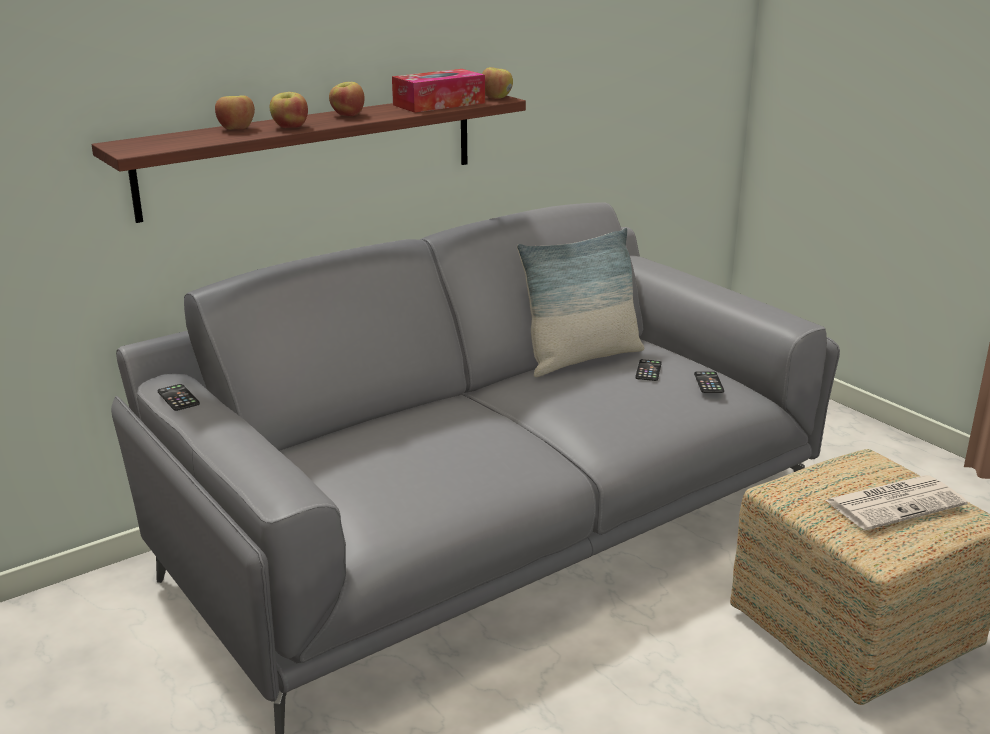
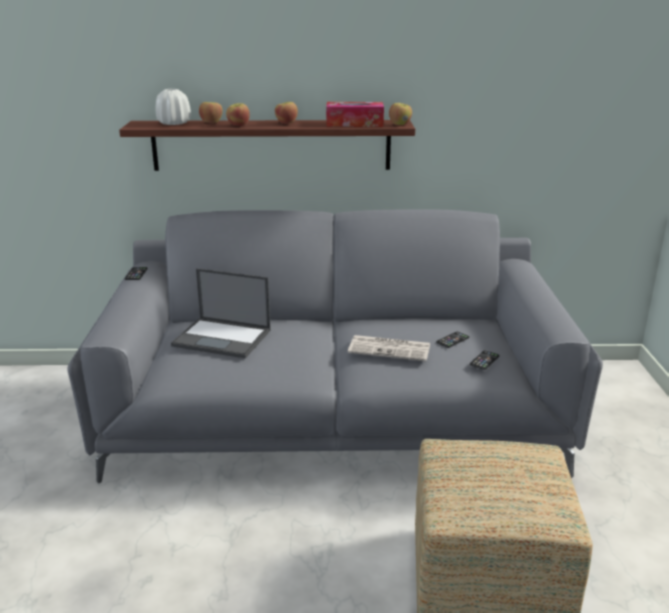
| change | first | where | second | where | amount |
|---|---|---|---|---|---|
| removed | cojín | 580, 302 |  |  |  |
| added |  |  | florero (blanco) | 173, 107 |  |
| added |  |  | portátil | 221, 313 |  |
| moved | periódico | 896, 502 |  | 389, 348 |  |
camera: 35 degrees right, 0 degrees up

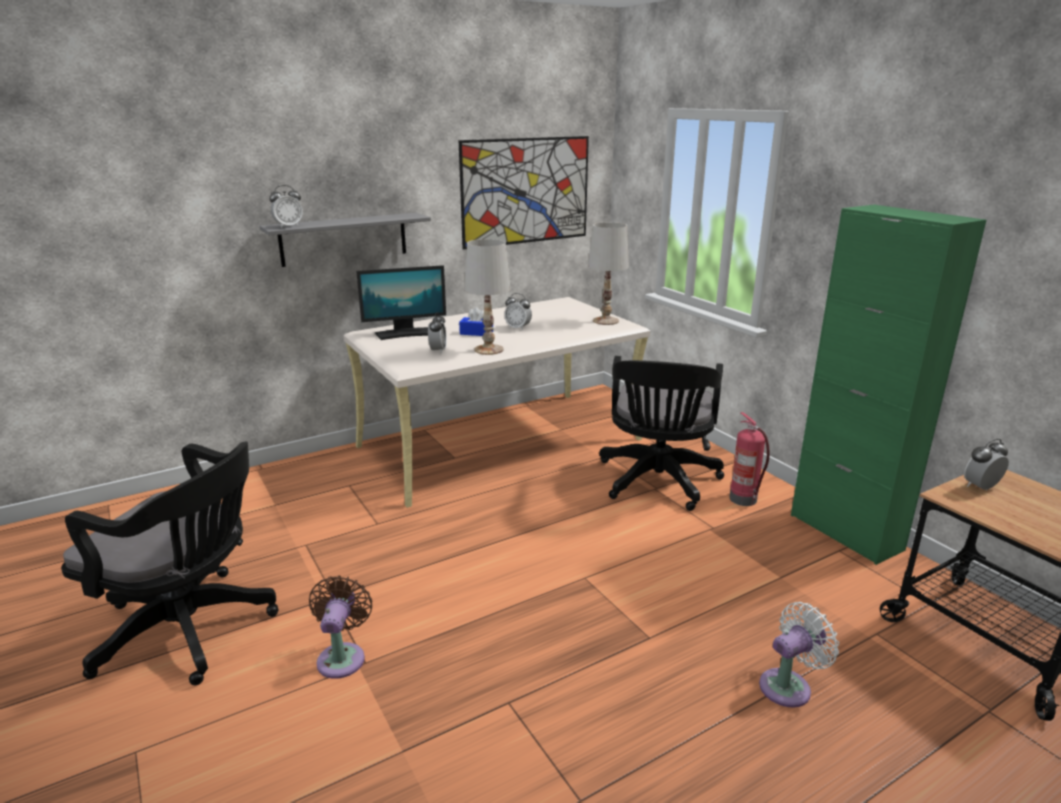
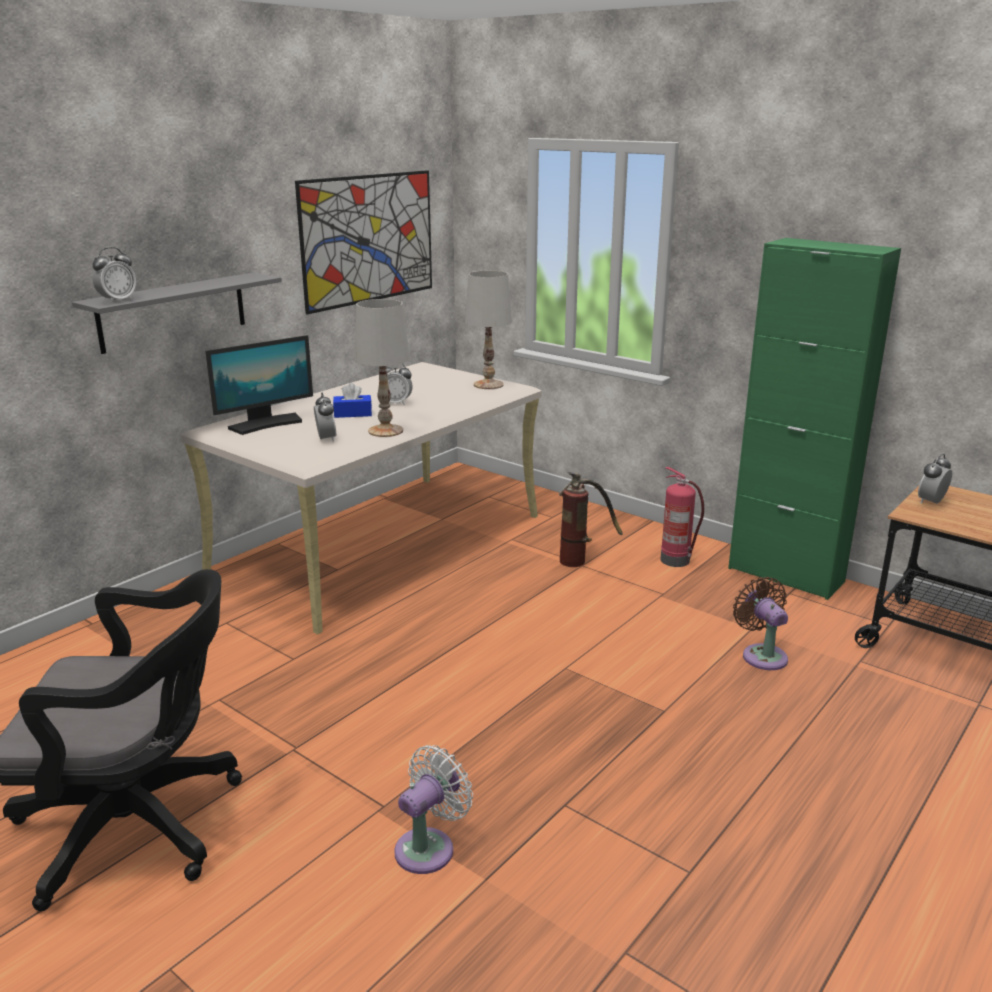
| change | first | where | second | where | amount |
|---|---|---|---|---|---|
| moved | ventilador (marrón) | 340, 627 |  | 760, 623 |  |
| moved | ventilador (blanco) | 799, 655 |  | 433, 809 |  |
| replaced | silla de oficina (negro) | 661, 433 | extintor | 591, 519 |  |
camera: 20 degrees left, 0 degrees up

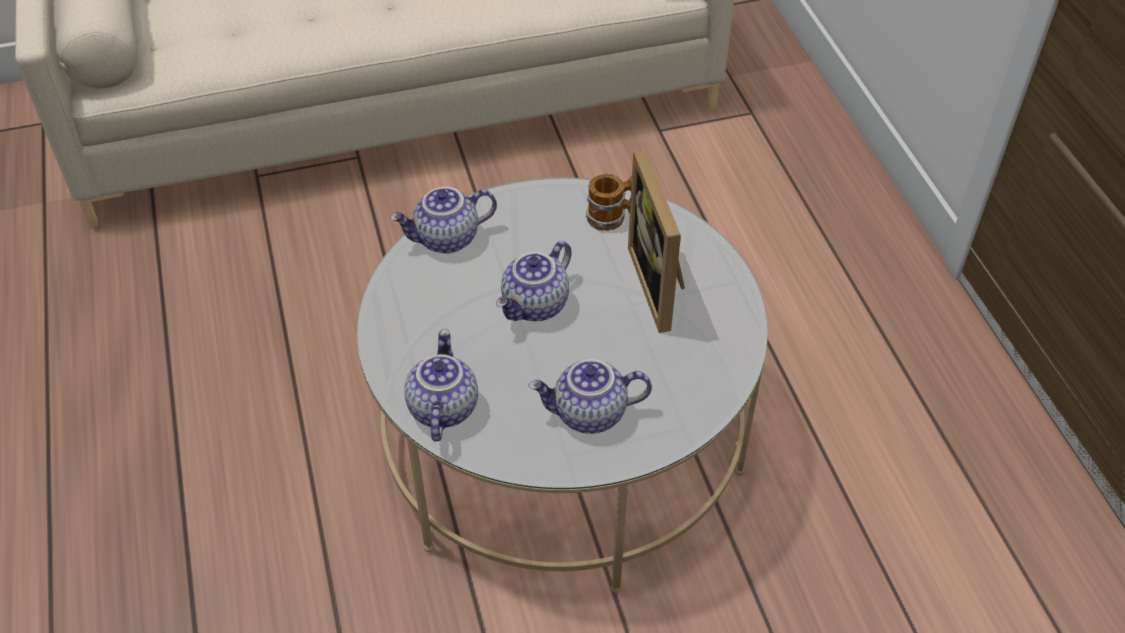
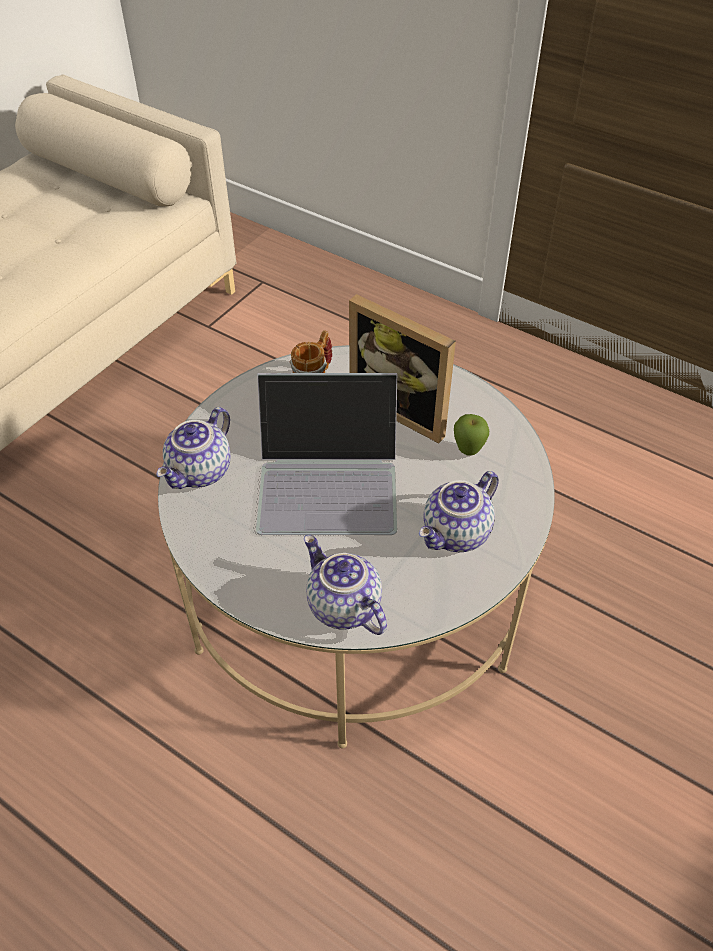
| change | first | where | second | where | amount |
|---|---|---|---|---|---|
| added |  |  | manzana | 471, 435 |  |
| replaced | tetera | 533, 281 | portátil | 326, 454 |  |
camera: 40 degrees left, 0 degrees up

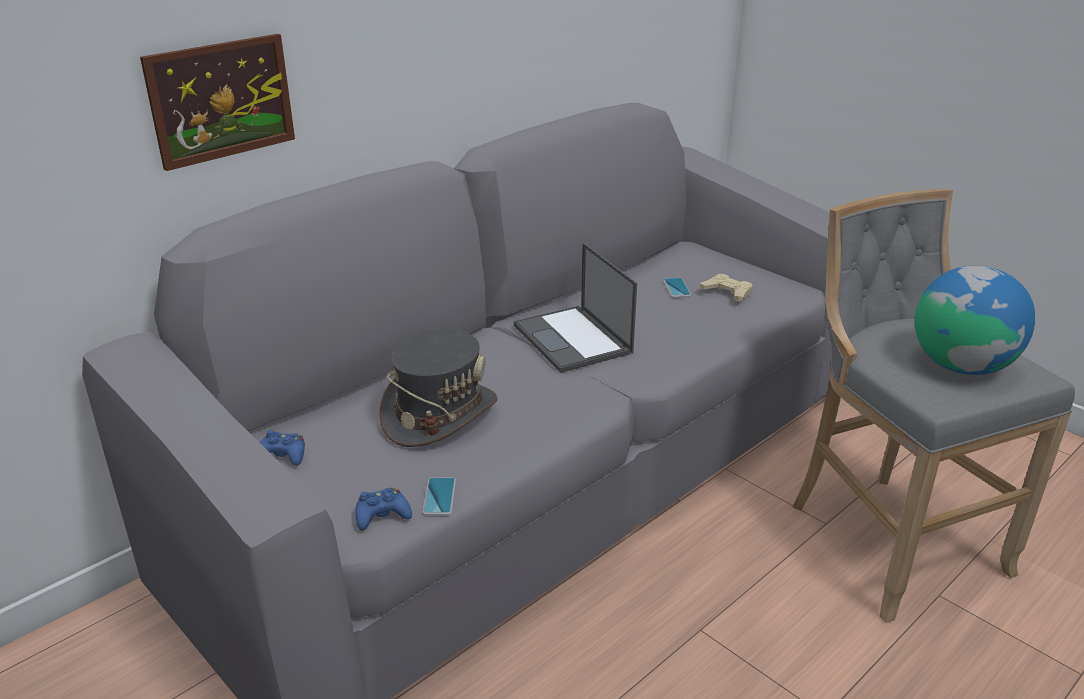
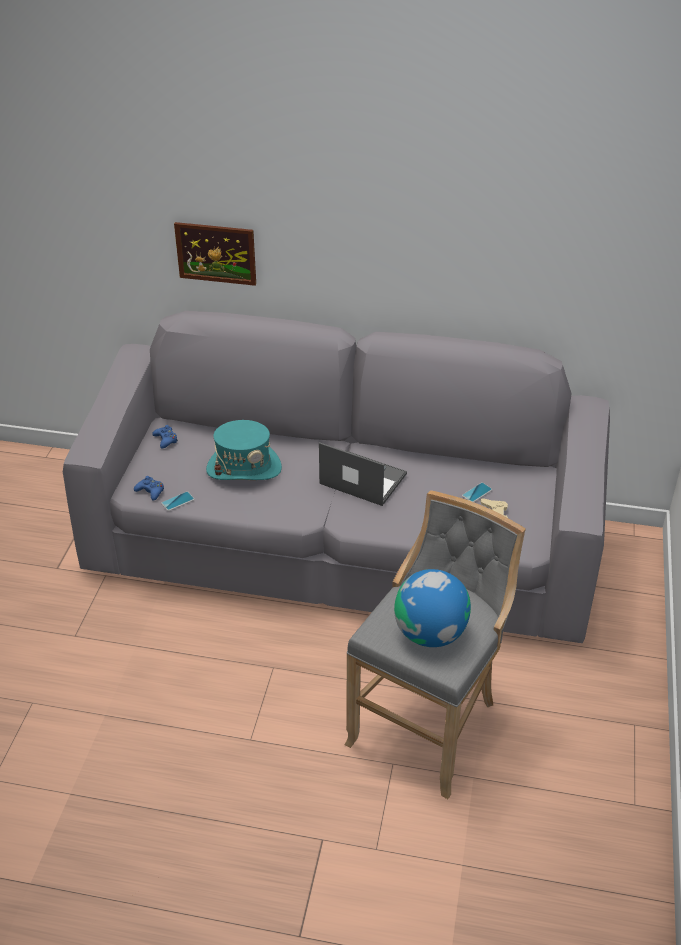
| change | first | where | second | where | amount |
|---|---|---|---|---|---|
| recoloured | sombrero (gris) | 438, 388 | sombrero (turquesa) | 244, 450 |  |
| turned | portátil | 575, 308 |  | 363, 474 | 90 degrees clockwise |
camera: 55 degrees right, 10 degrees up

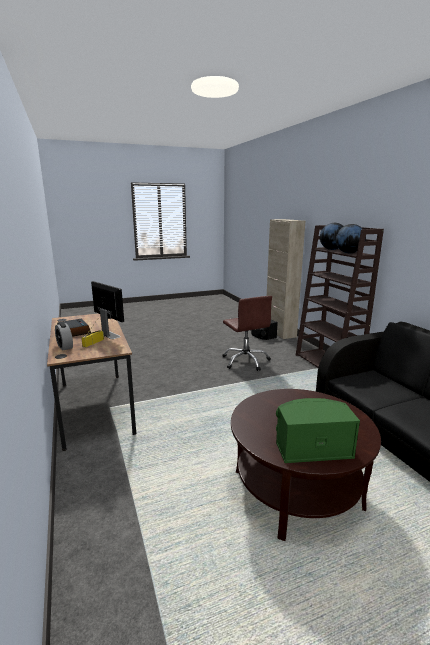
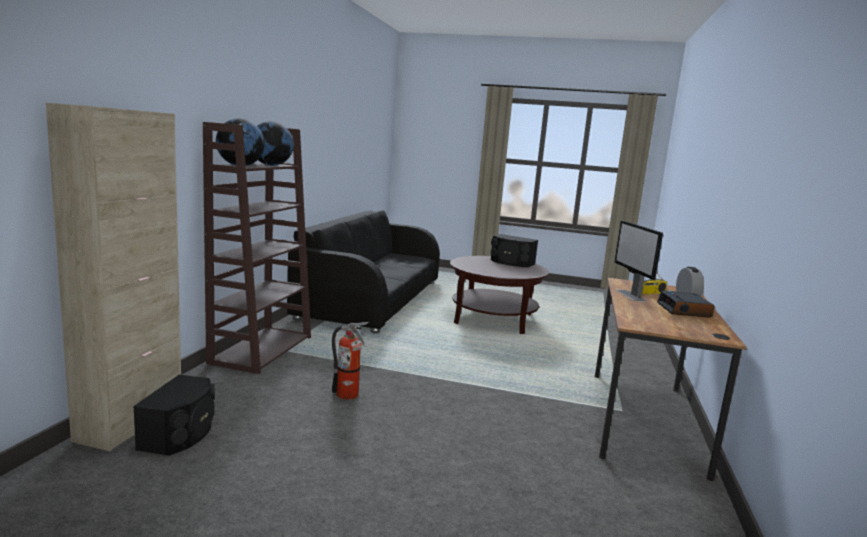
| change | first | where | second | where | amount |
|---|---|---|---|---|---|
| replaced | silla de oficina (marrón) | 247, 333 | extintor | 350, 361 |  |
| recoloured | altavoz (verde) | 318, 430 | altavoz (negro) | 514, 250 |  |
camera: 145 degrees left, 5 degrees down

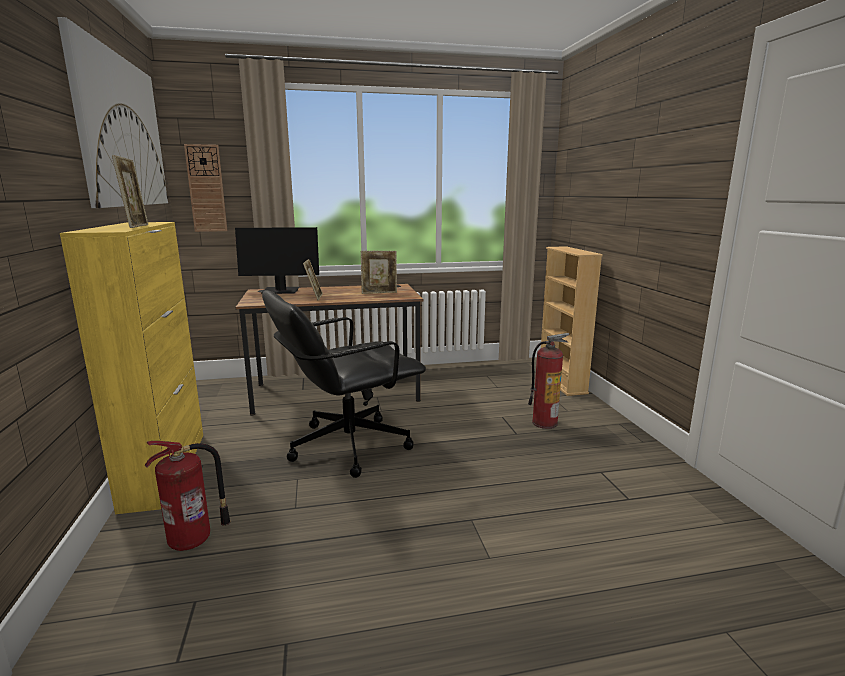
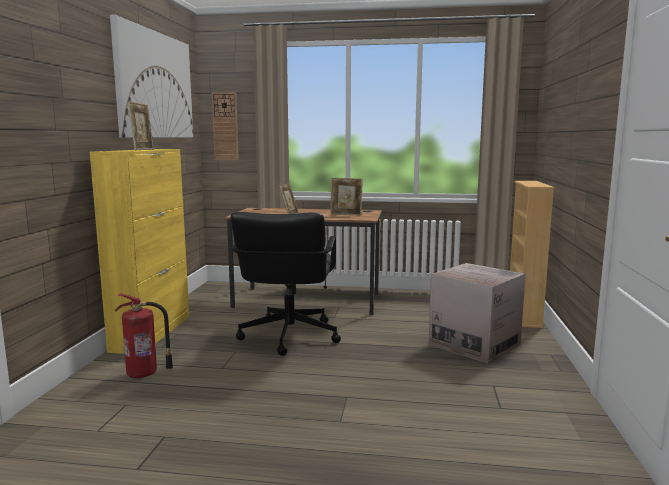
| change | first | where | second | where | amount |
|---|---|---|---|---|---|
| removed | monitor | 277, 260 |  |  |  |
| replaced | extintor | 549, 381 | caja de cartón | 477, 313 |  |
| turned | silla de oficina (negro) | 344, 384 |  | 286, 284 | 75 degrees counterclockwise |
camera: 20 degrees right, 5 degrees down

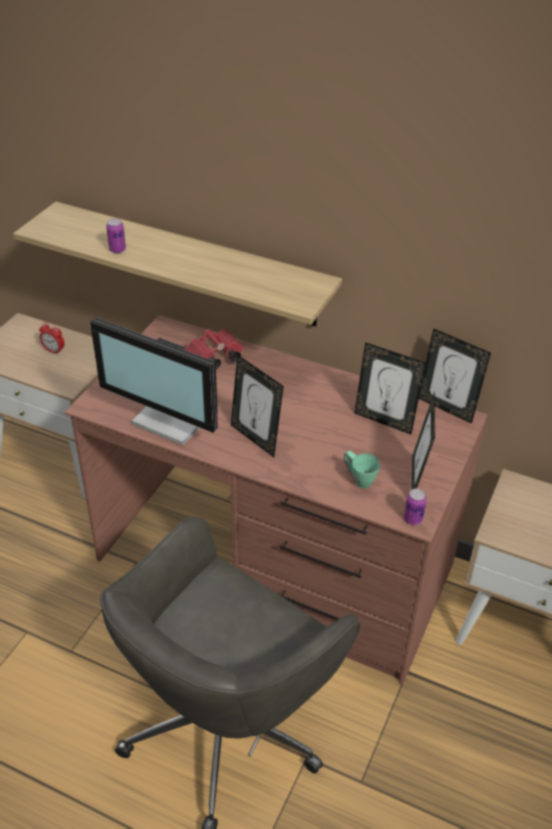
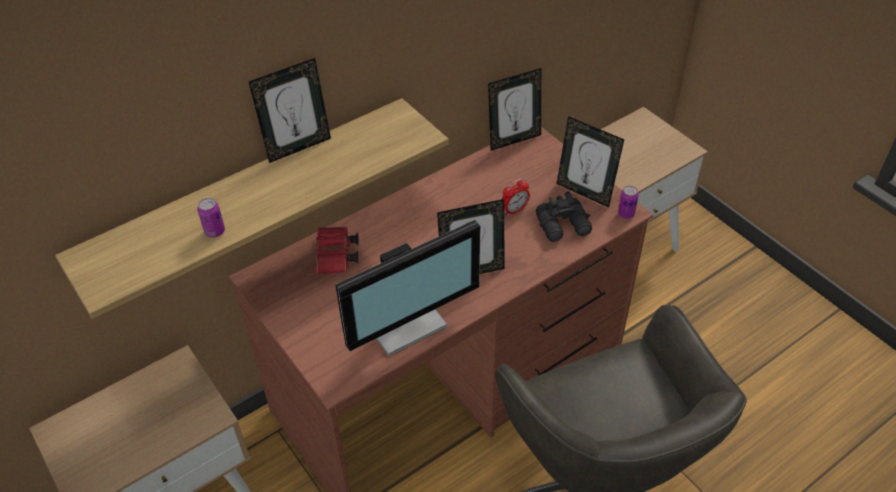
| change | first | where | second | where | amount |
|---|---|---|---|---|---|
| moved | despertador | 52, 338 |  | 516, 197 |  |
| moved | portarretratos | 390, 388 |  | 290, 110 |  |
| replaced | taza grande (verde) | 362, 470 | prismáticos (negro) | 564, 216 |  |
camera: 60 degrees left, 5 degrees up

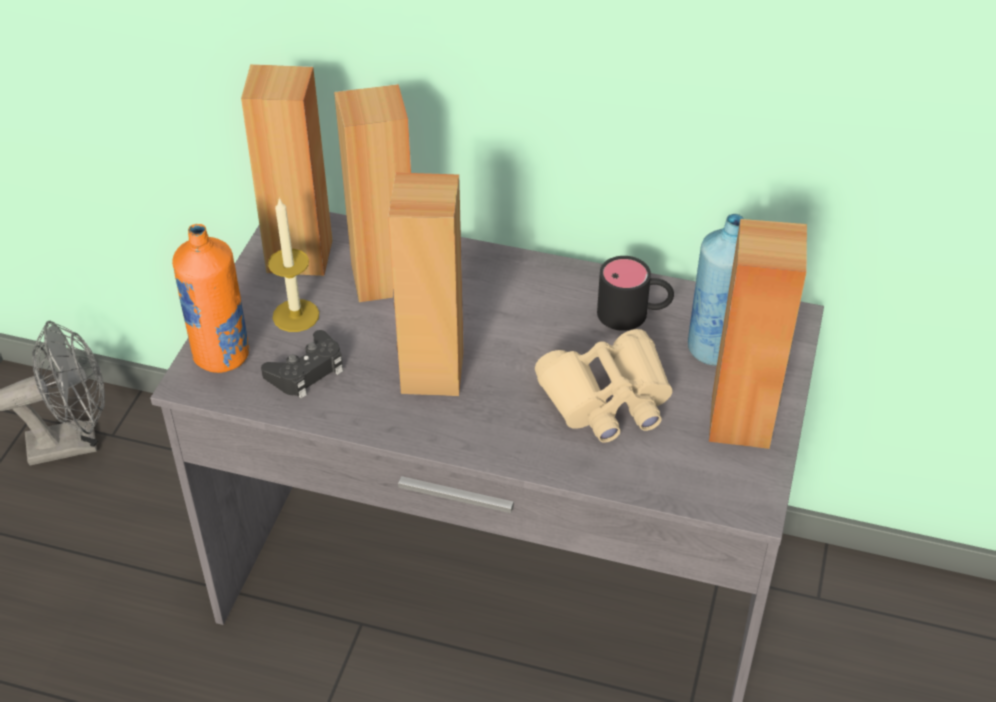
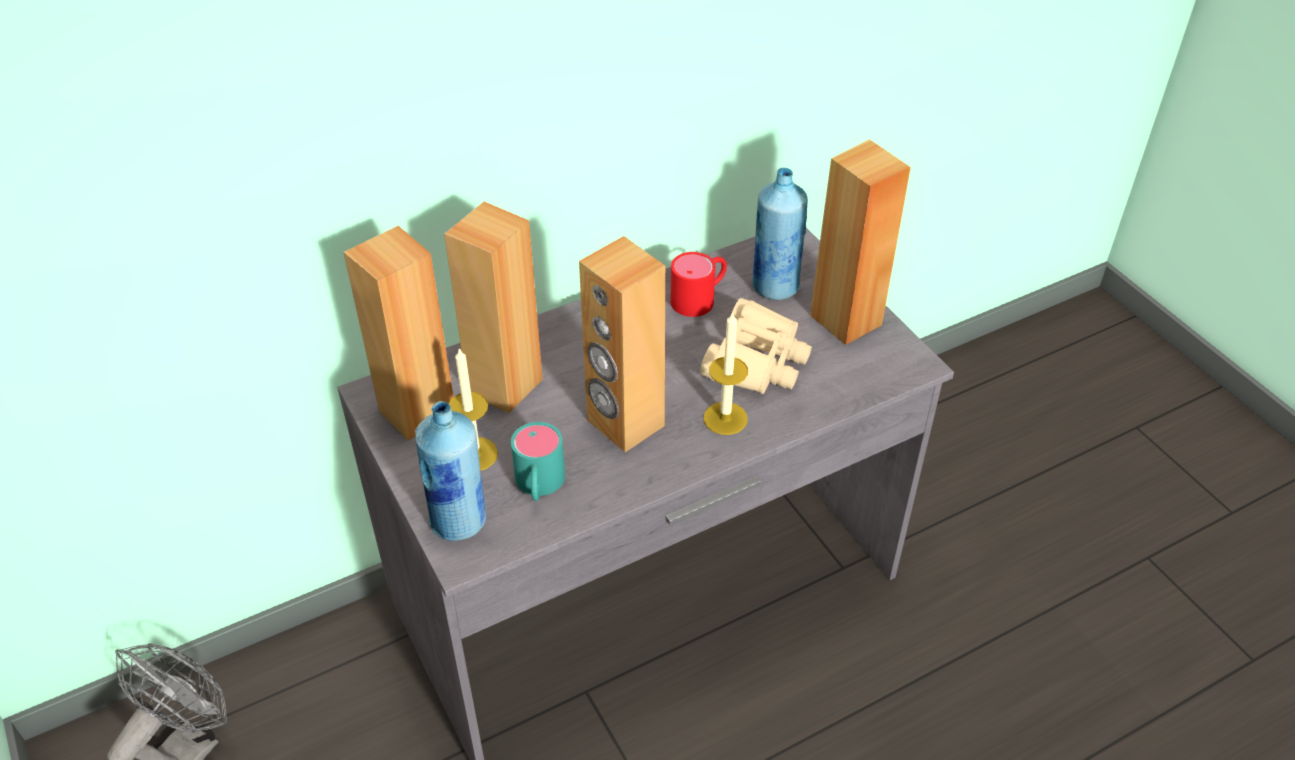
| change | first | where | second | where | amount |
|---|---|---|---|---|---|
| added |  |  | vela | 726, 373 |  |
| replaced | mando de consola (negro) | 302, 364 | taza grande (turquesa) | 538, 461 |  |
| recoloured | botella (naranja) | 210, 298 | botella (azul) | 450, 471 |  |
| recoloured | taza grande (negro) | 635, 293 | taza grande (rojo) | 698, 284 |  |
camera: 45 degrees left, 0 degrees up

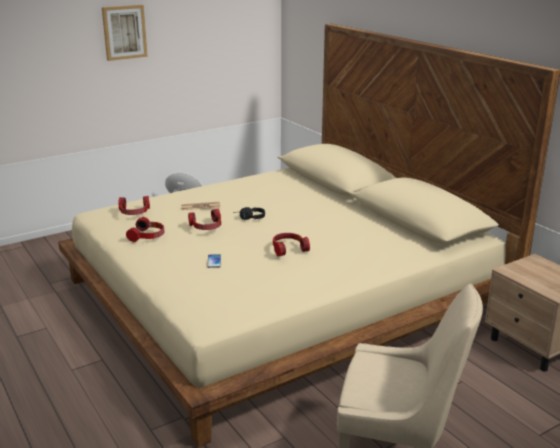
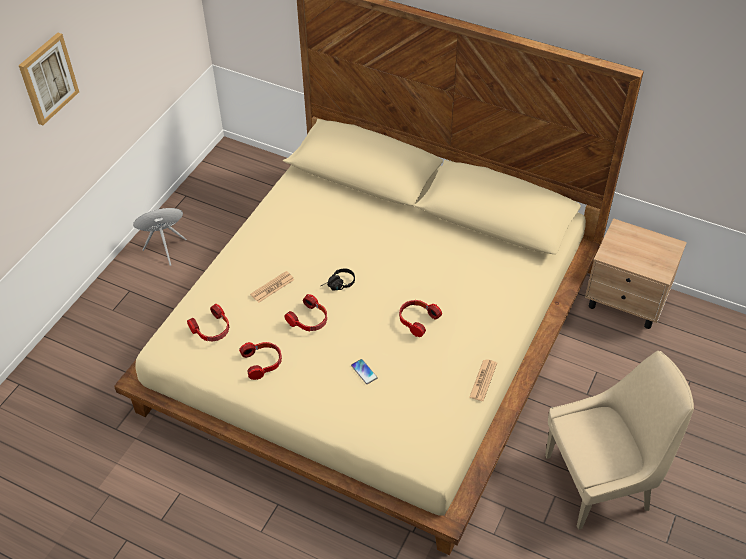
| change | first | where | second | where | amount |
|---|---|---|---|---|---|
| added |  |  | periódico | 483, 380 |  |
camera: 30 degrees left, 25 degrees up

